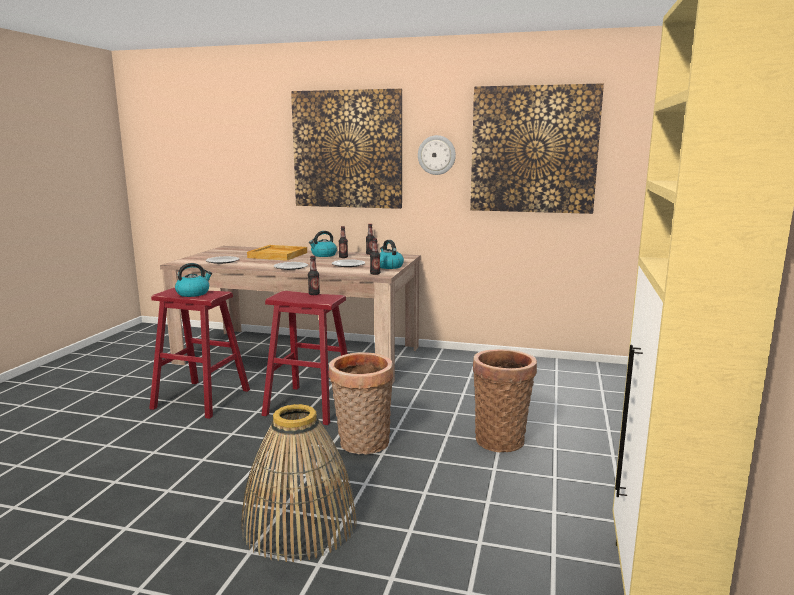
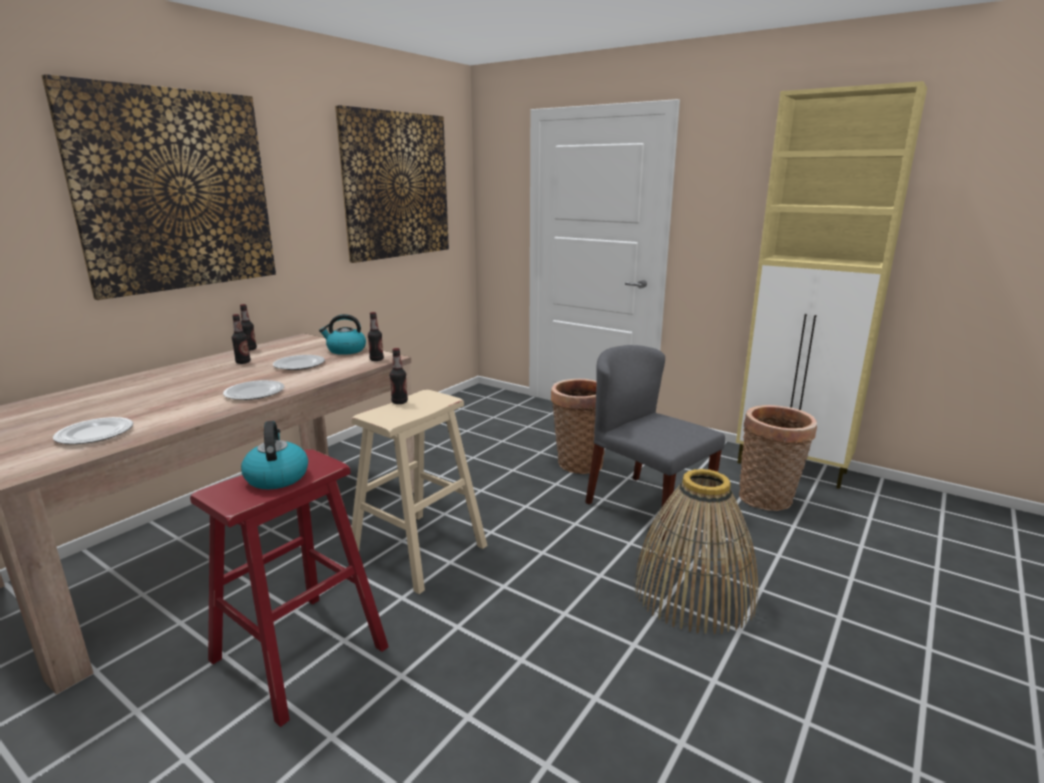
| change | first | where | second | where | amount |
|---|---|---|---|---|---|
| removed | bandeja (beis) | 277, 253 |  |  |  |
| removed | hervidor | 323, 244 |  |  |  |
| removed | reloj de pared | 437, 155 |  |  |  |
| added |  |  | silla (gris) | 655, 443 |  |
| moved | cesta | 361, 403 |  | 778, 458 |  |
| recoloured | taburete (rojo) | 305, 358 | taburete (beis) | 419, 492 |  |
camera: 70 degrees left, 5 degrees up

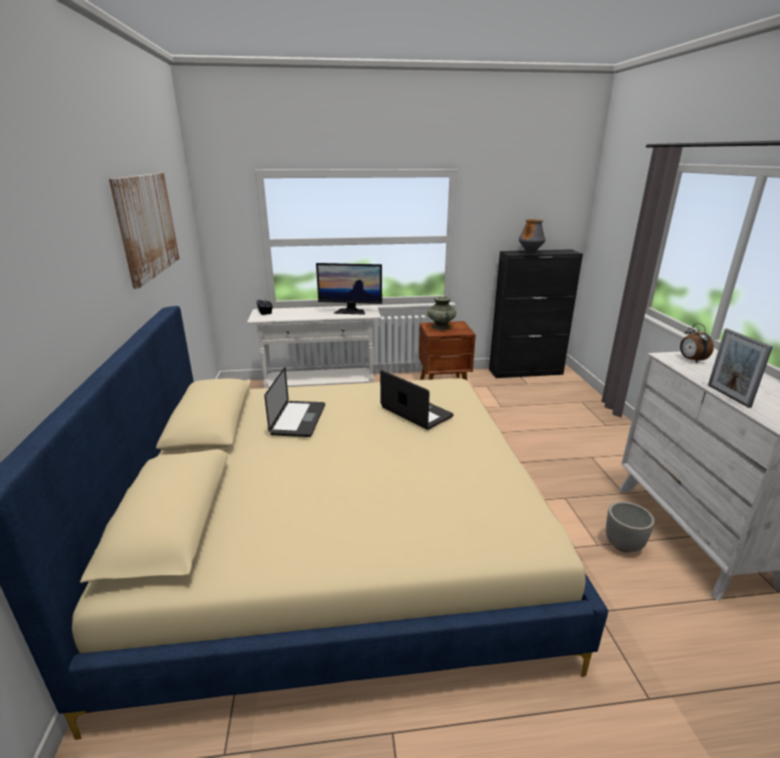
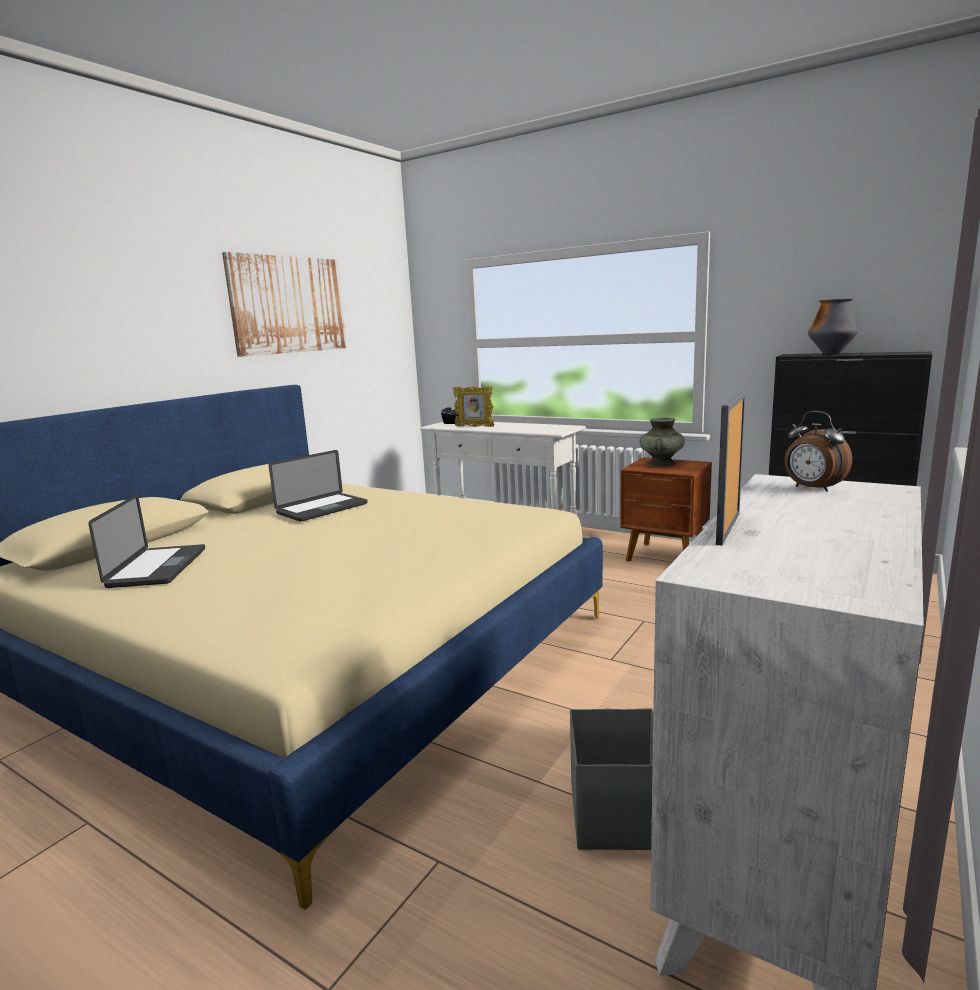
| change | first | where | second | where | amount |
|---|---|---|---|---|---|
| removed | monitor | 349, 289 |  |  |  |
| added |  |  | portarretratos | 473, 406 |  |
| moved | portátil | 416, 400 |  | 146, 541 |  |
| replaced | maceta | 630, 527 | caja de almacenaje (gris) | 611, 779 |  |
| turned | despertador | 697, 343 |  | 818, 451 | 60 degrees counterclockwise |
camera: 40 degrees right, 10 degrees down

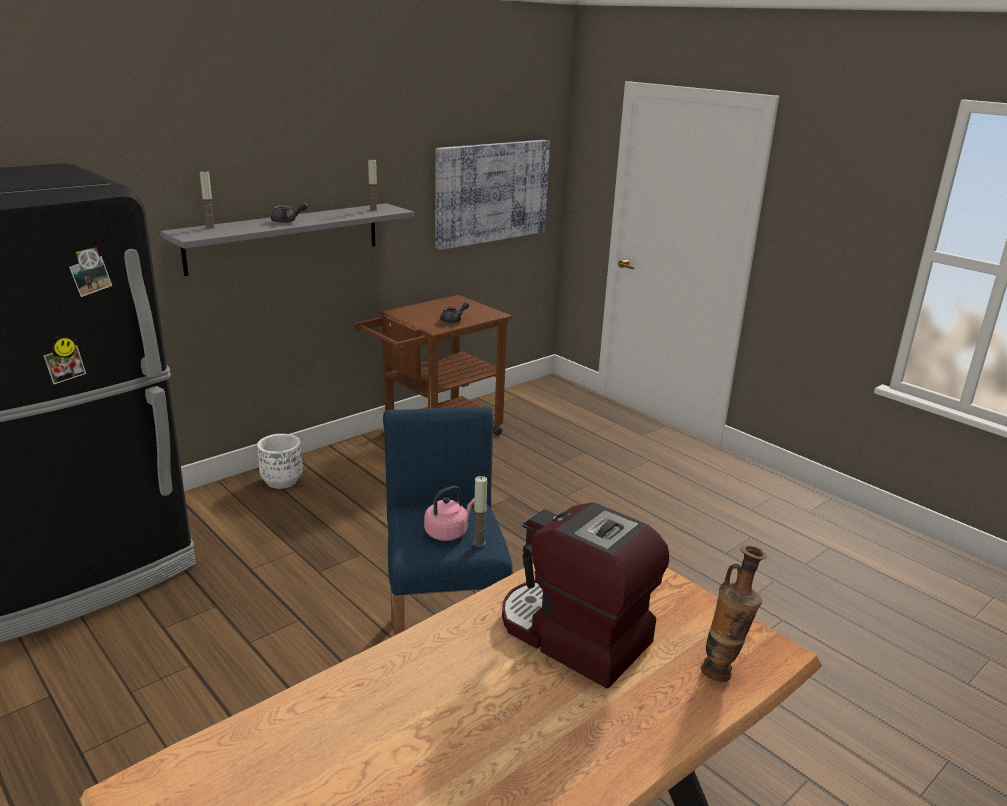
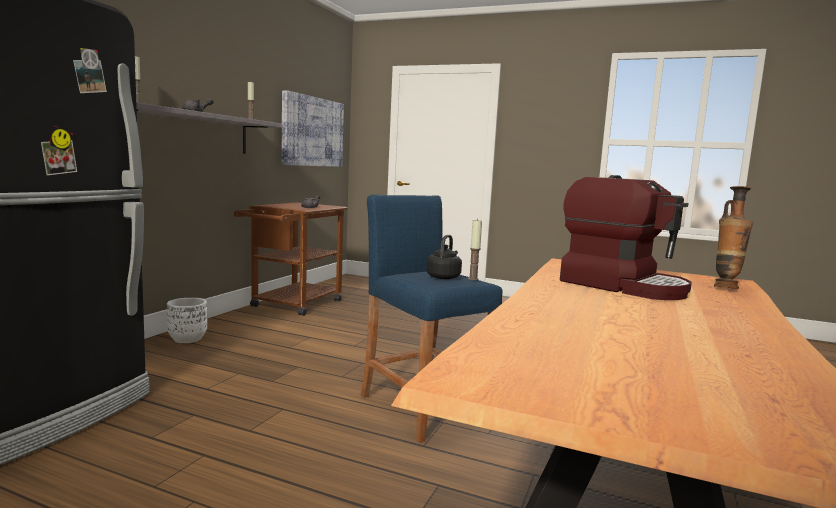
| change | first | where | second | where | amount |
|---|---|---|---|---|---|
| recoloured | hervidor (rosa) | 449, 513 | hervidor (negro) | 444, 257 |  |
| turned | cafetera | 585, 595 |  | 626, 237 | 150 degrees counterclockwise |
camera: 25 degrees left, 15 degrees down

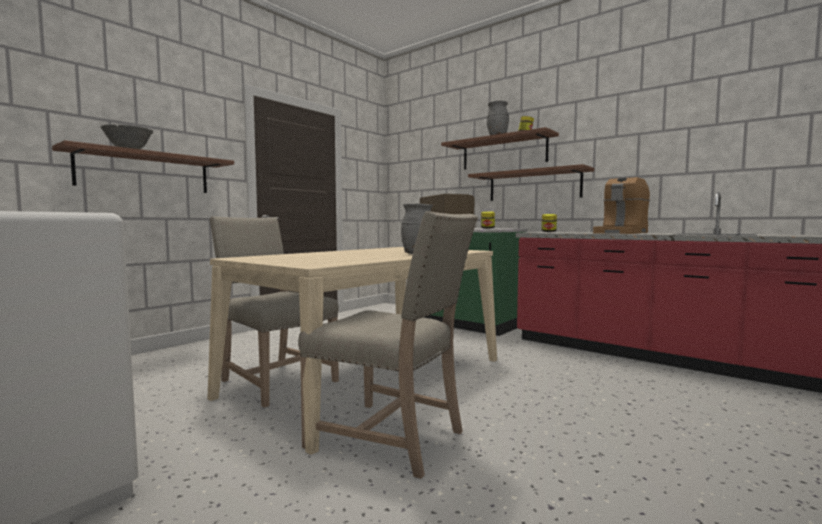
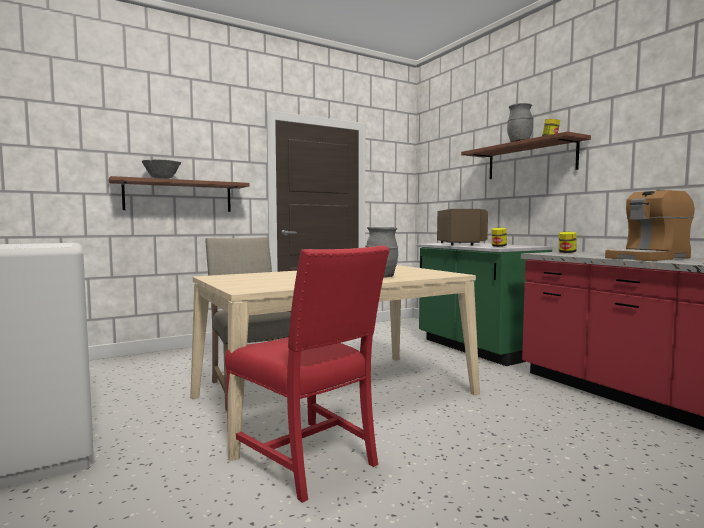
| change | first | where | second | where | amount |
|---|---|---|---|---|---|
| removed | estante | 531, 182 |  |  |  |
| recoloured | silla (beis) | 388, 345 | silla (rojo) | 307, 374 |  |
camera: 20 degrees right, 0 degrees up

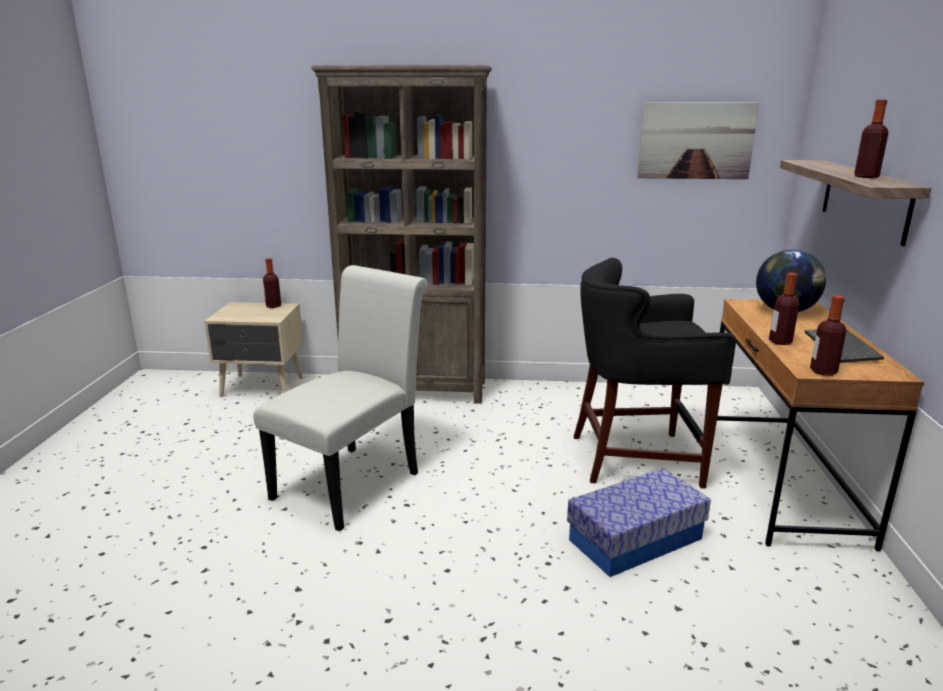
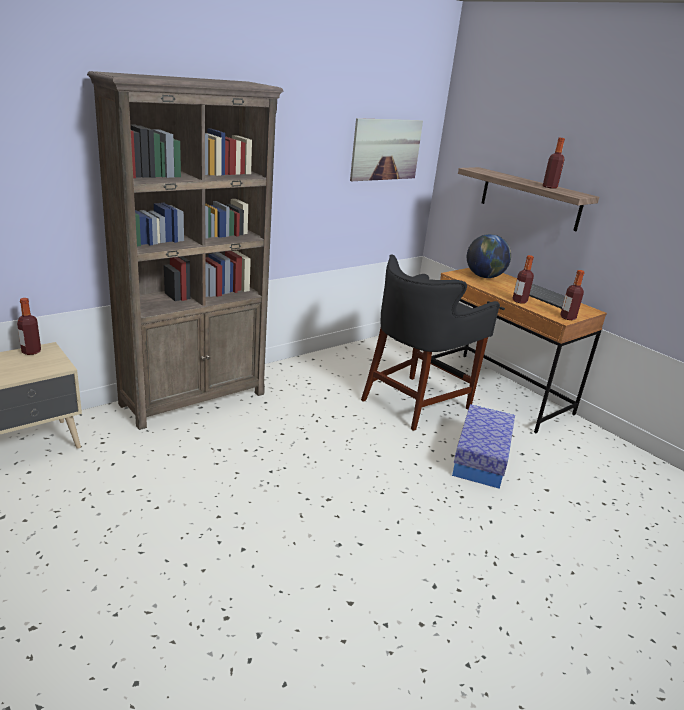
| change | first | where | second | where | amount |
|---|---|---|---|---|---|
| removed | silla (blanco) | 340, 398 |  |  |  |
camera: 45 degrees left, 5 degrees up

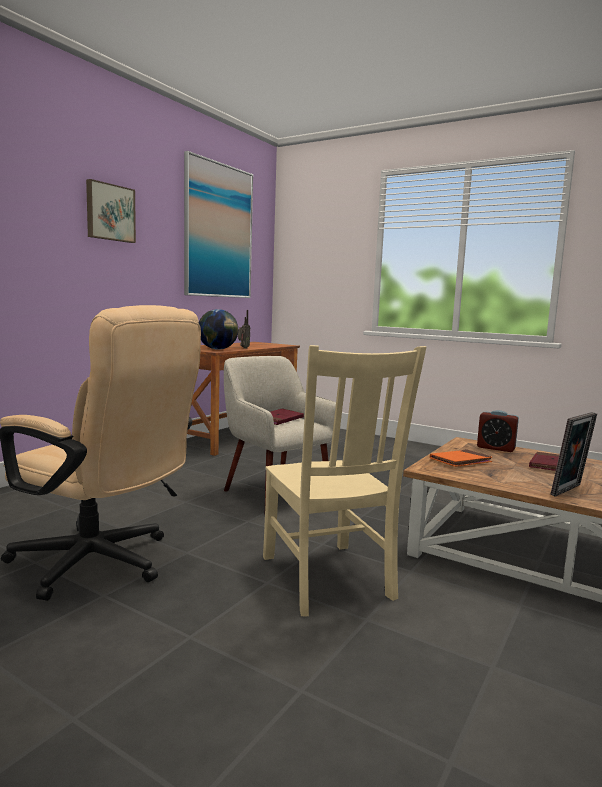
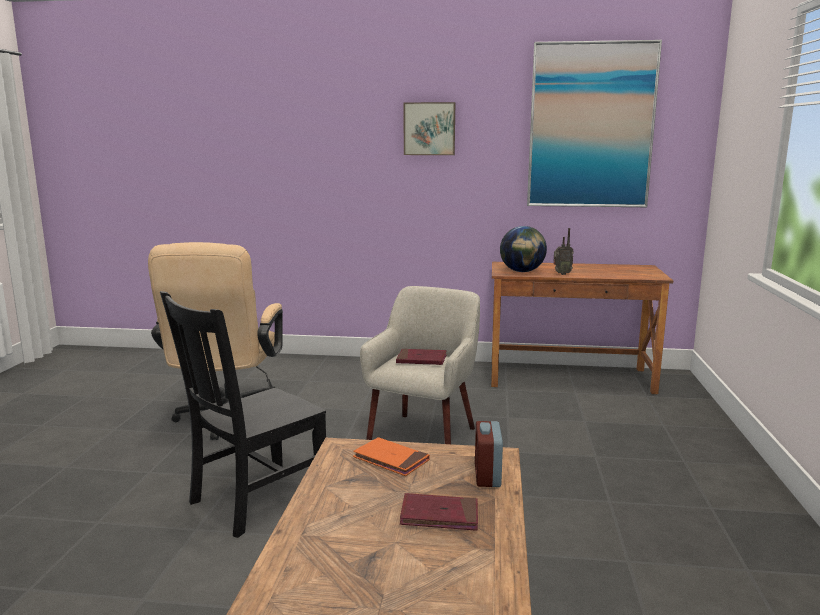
| change | first | where | second | where | amount |
|---|---|---|---|---|---|
| removed | portarretratos | 573, 454 |  |  |  |
| recoloured | silla (beis) | 344, 480 | silla (negro) | 243, 414 |  |
camera: 65 degrees right, 5 degrees up

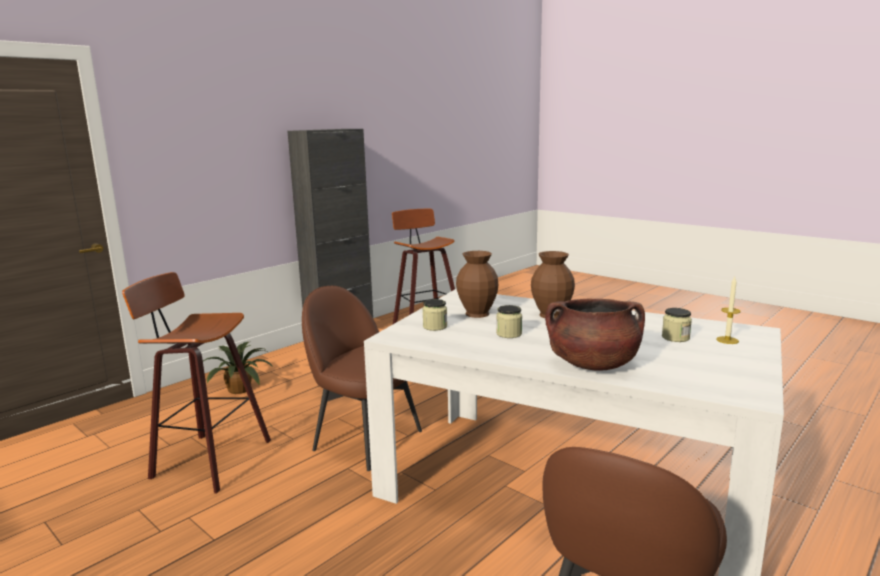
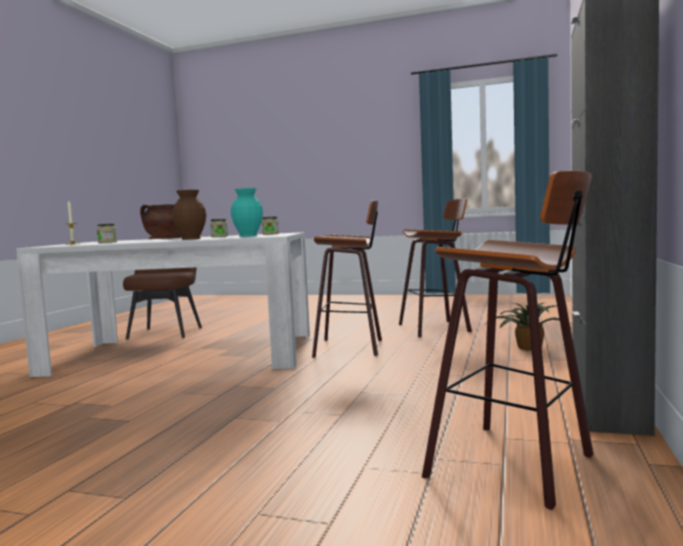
| change | first | where | second | where | amount |
|---|---|---|---|---|---|
| replaced | silla (marrón) | 362, 378 | taburete | 347, 279 |  |
| recoloured | florero (marrón) | 477, 284 | florero (turquesa) | 247, 212 |  |
camera: 155 degrees right, 10 degrees down

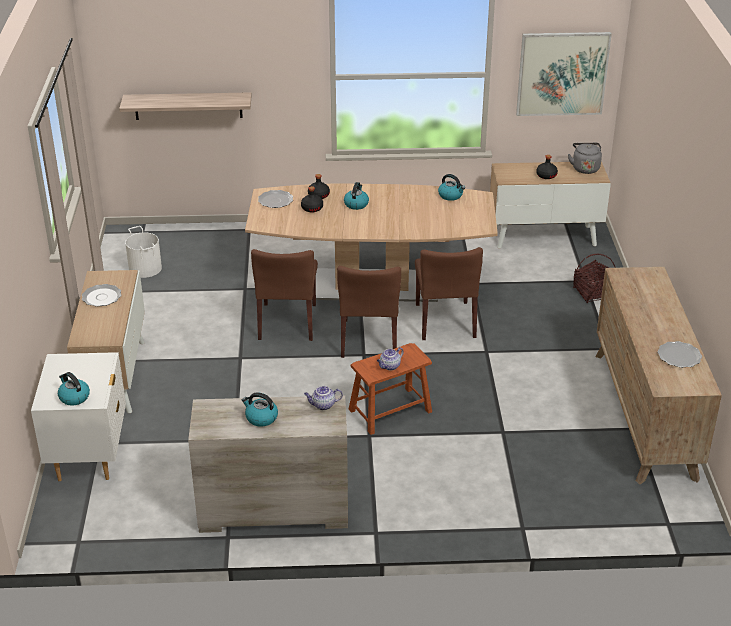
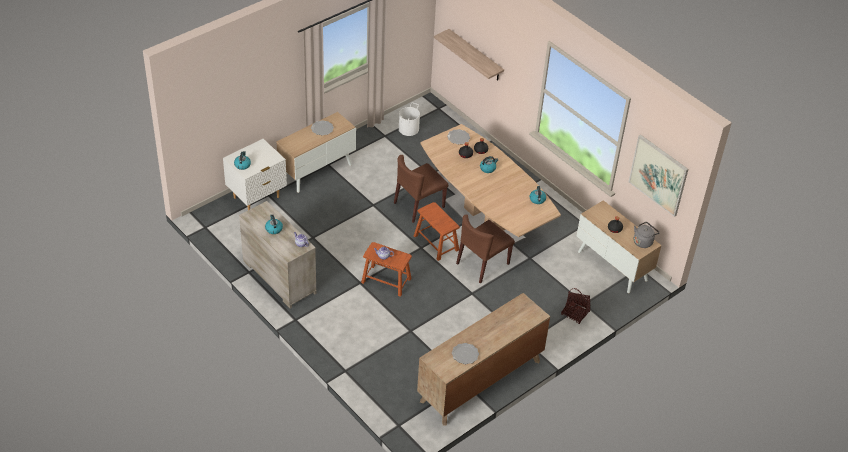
| change | first | where | second | where | amount |
|---|---|---|---|---|---|
| replaced | silla (marrón) | 369, 312 | taburete (marrón) | 437, 231 |  |
camera: 50 degrees right, 10 degrees up

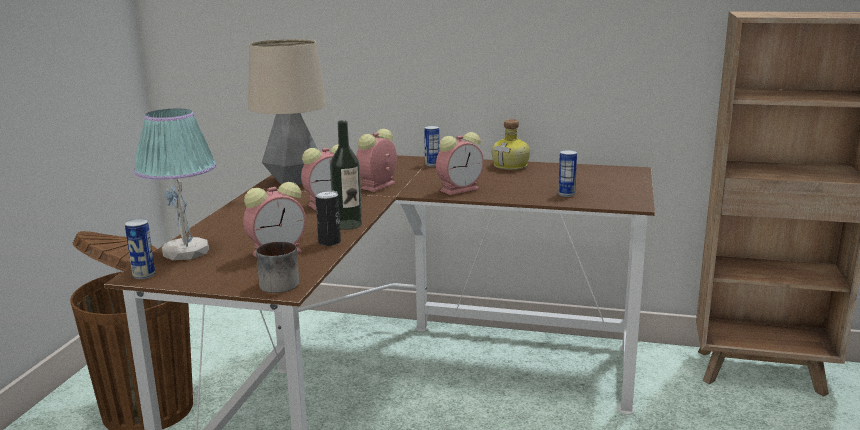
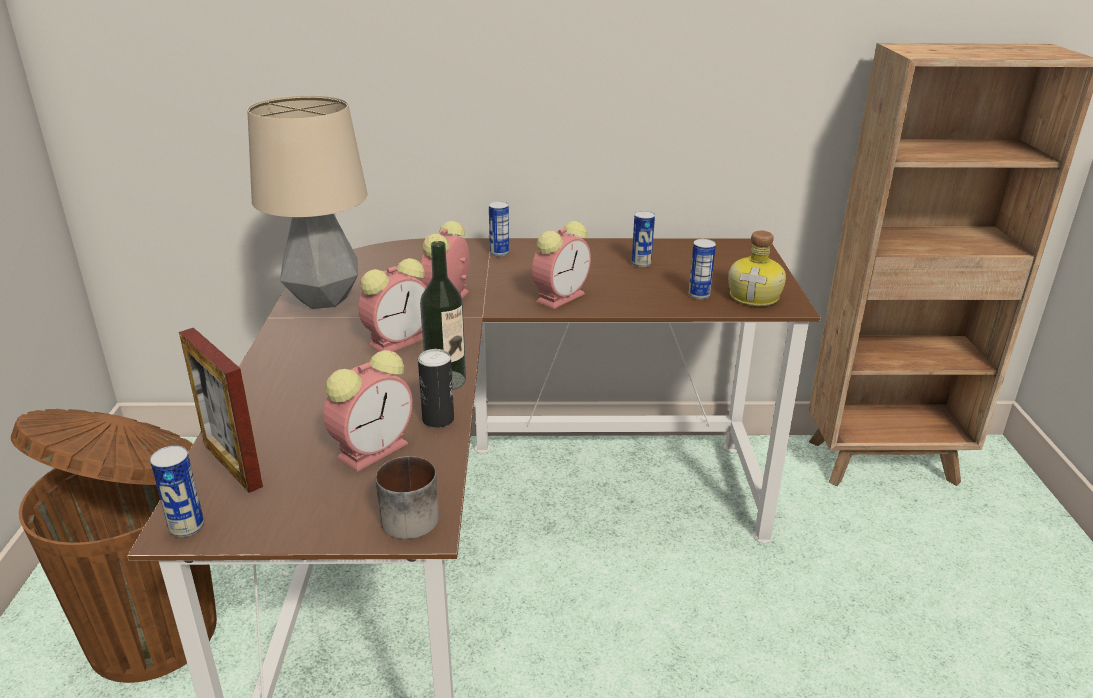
| change | first | where | second | where | amount |
|---|---|---|---|---|---|
| added |  |  | lata | 643, 239 |  |
| moved | botella | 511, 144 |  | 757, 268 |  |
| replaced | lámpara de mesa | 175, 184 | portarretratos | 221, 410 |  |
camera: 15 degrees left, 10 degrees up

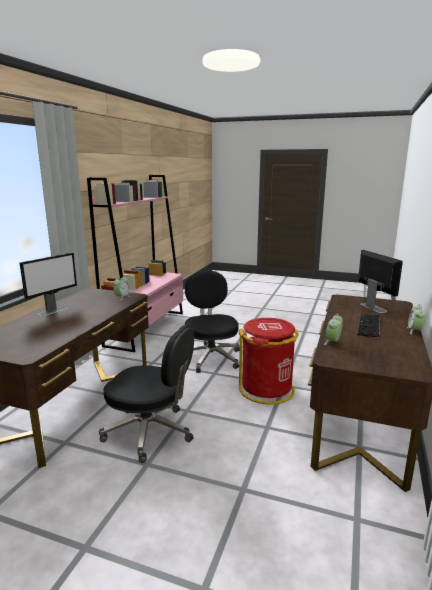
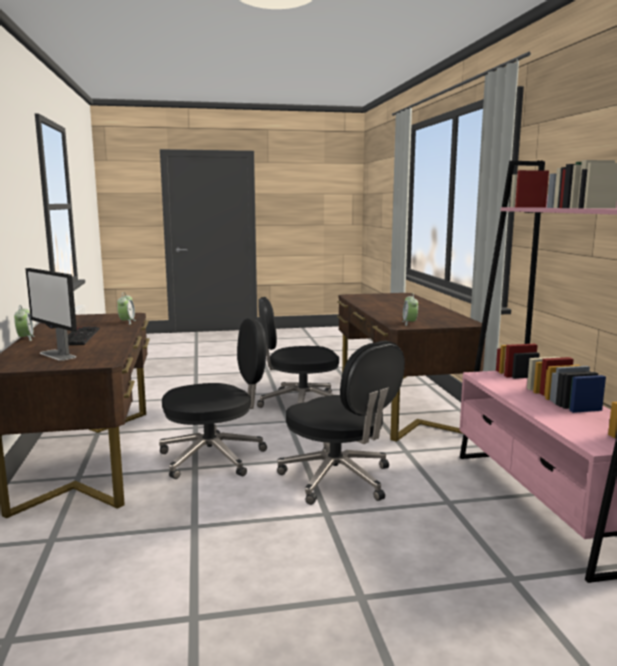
| change | first | where | second | where | amount |
|---|---|---|---|---|---|
| removed | monitor | 48, 284 |  |  |  |
| replaced | papelera (rojo) | 269, 361 | silla de oficina (negro) | 213, 398 |  |
camera: 150 degrees right, 5 degrees down

